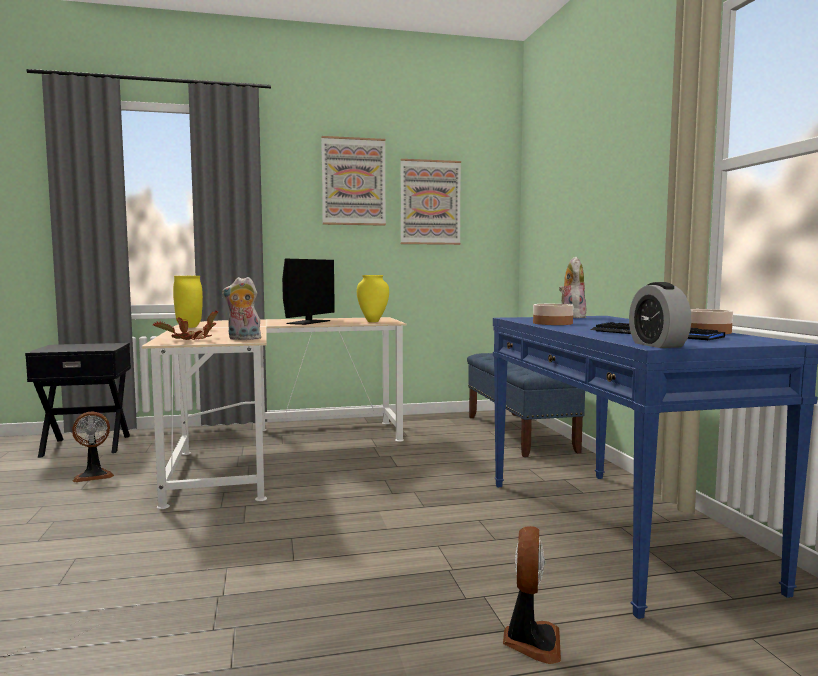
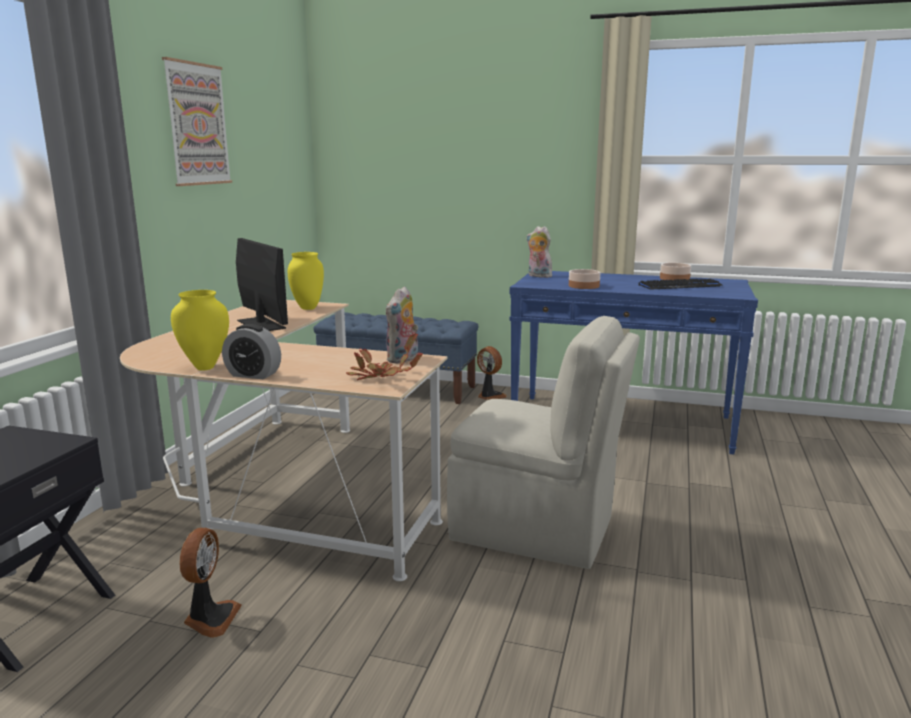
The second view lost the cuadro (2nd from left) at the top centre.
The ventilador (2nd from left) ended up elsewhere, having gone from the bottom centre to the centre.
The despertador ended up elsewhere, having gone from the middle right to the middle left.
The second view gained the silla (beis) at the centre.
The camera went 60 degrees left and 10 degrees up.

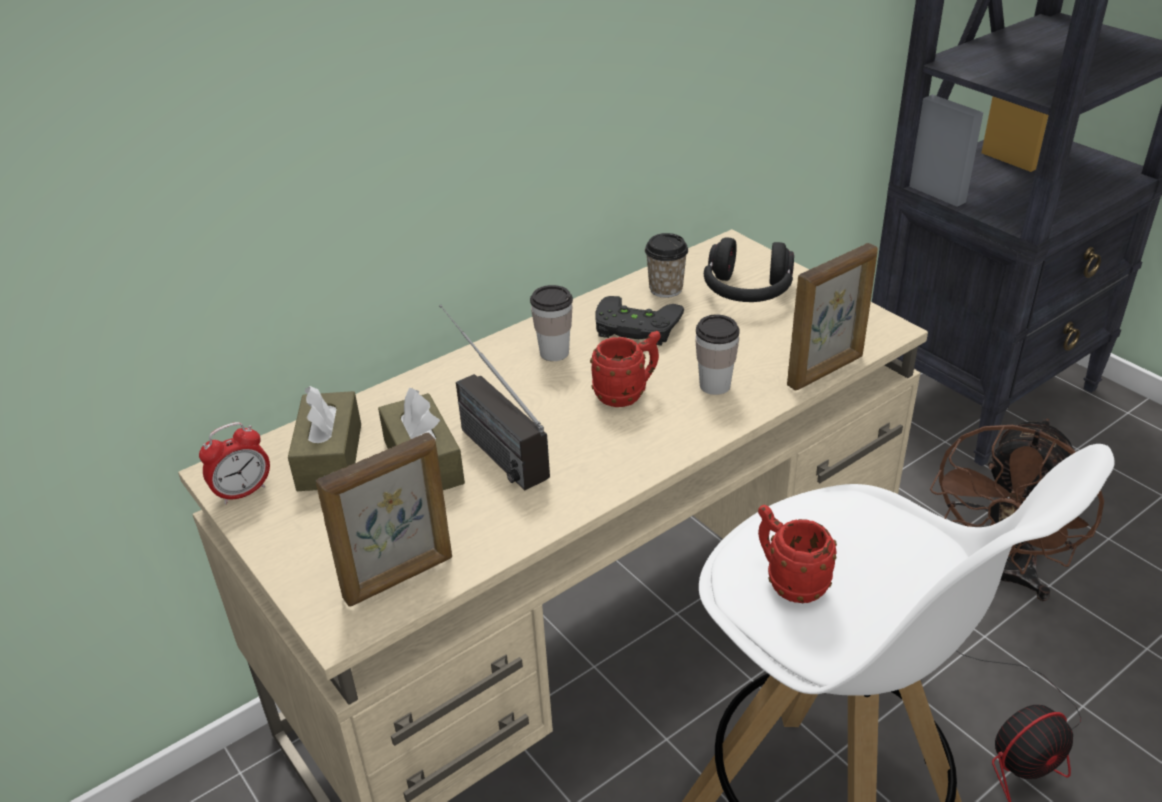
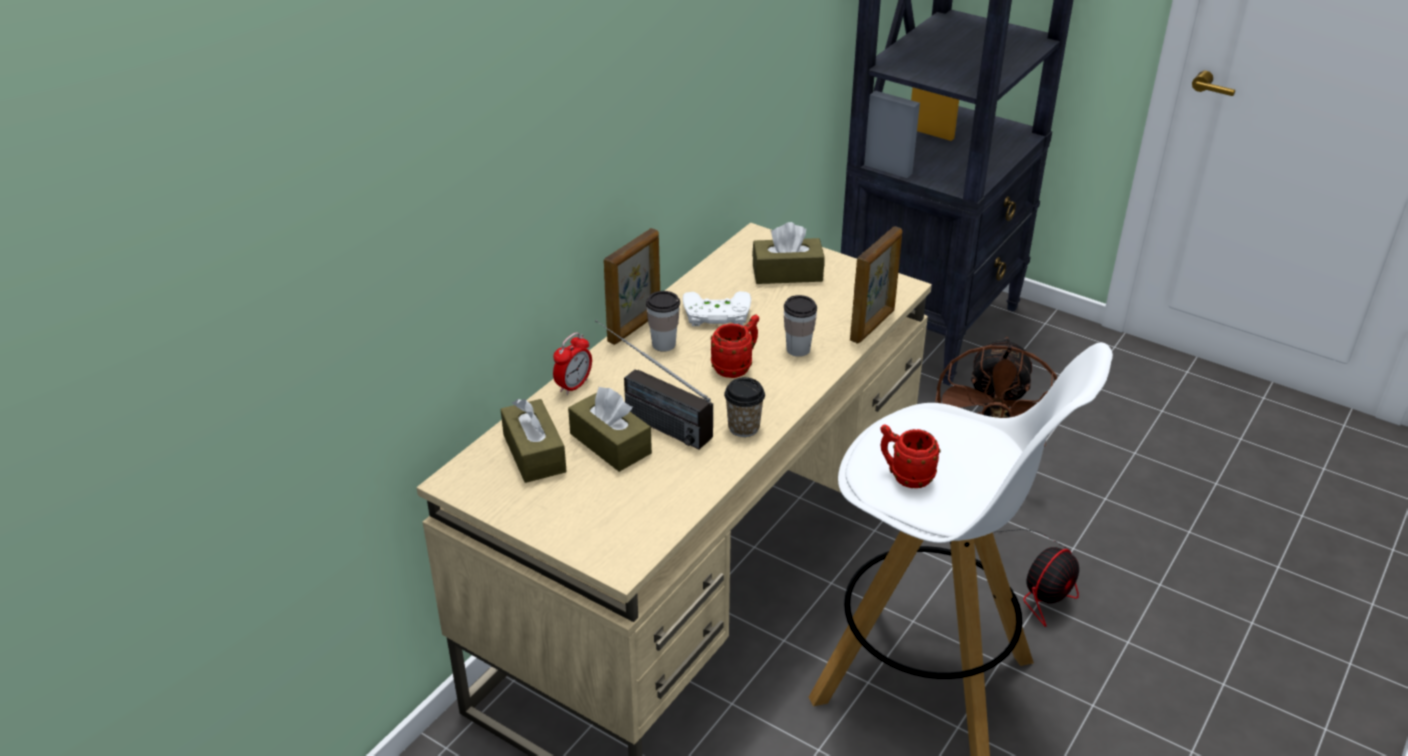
The despertador ended up elsewhere, having gone from the middle left to the centre.
The portarretratos (1st from left) ended up elsewhere, having gone from the middle left to the centre.
What was the mando de consola (negro) at the centre turned into the mando de consola (blanco) at the centre.
The taza (2nd from left) ended up elsewhere, having gone from the top centre to the centre.
Where the auriculares (negro) stood at the centre, the caja de pañuelos (marrón) (3rd from left) came to stand at the centre.
The camera went 20 degrees left and 0 degrees up.

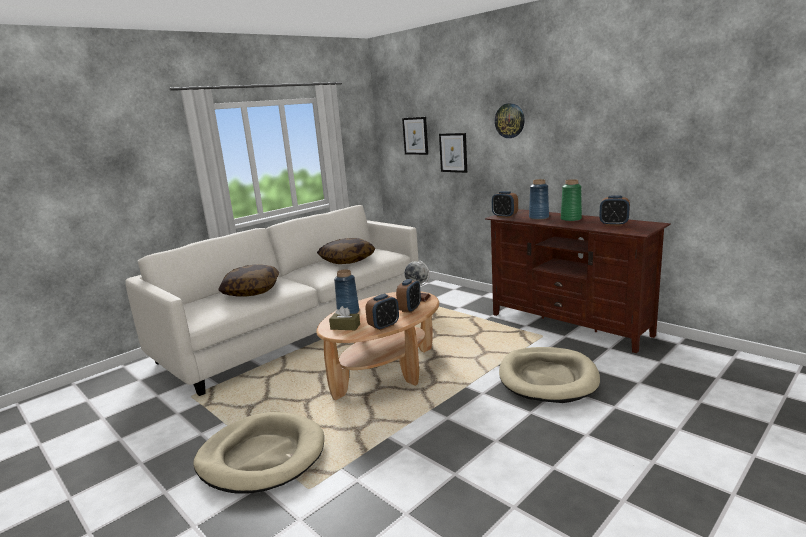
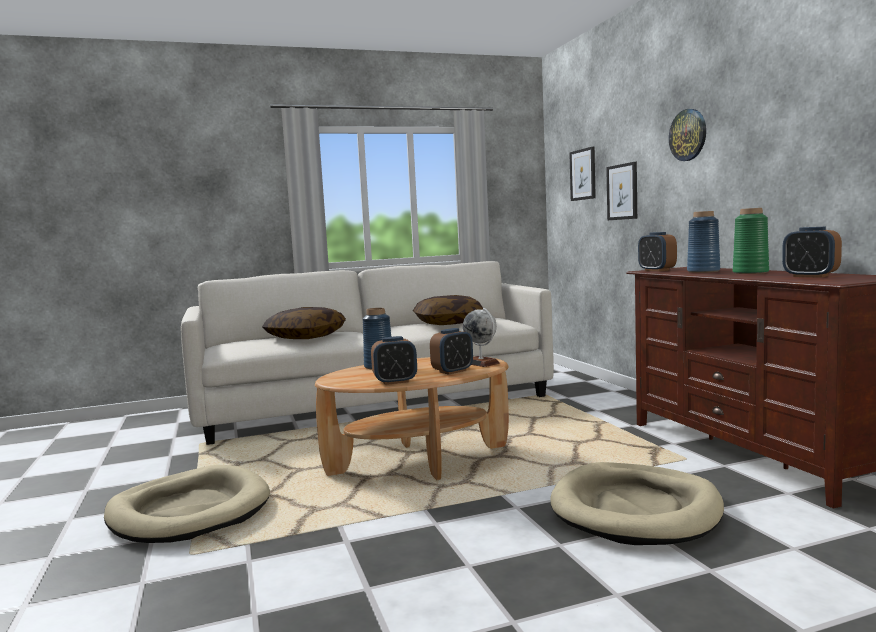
The second view lost the caja de pañuelos (marrón) at the centre.
The camera went 25 degrees right and 10 degrees down.

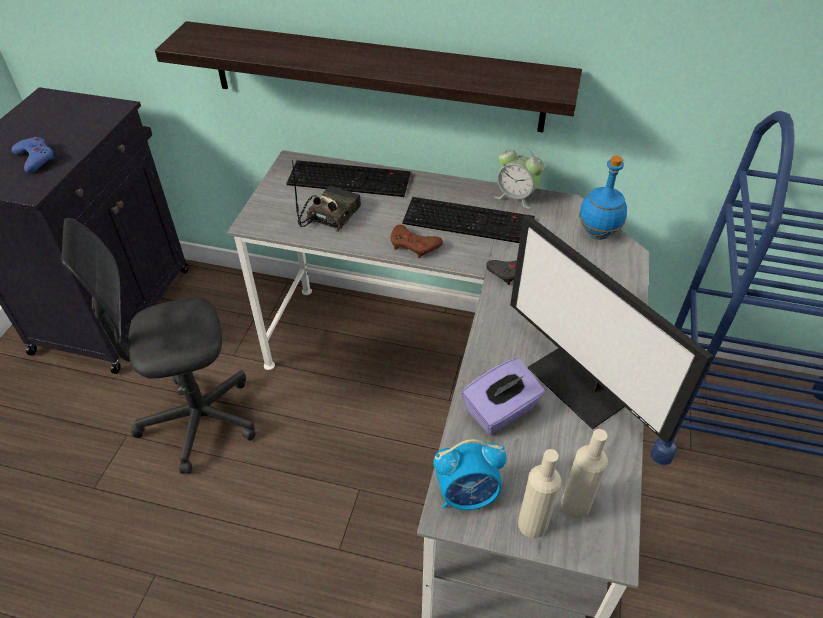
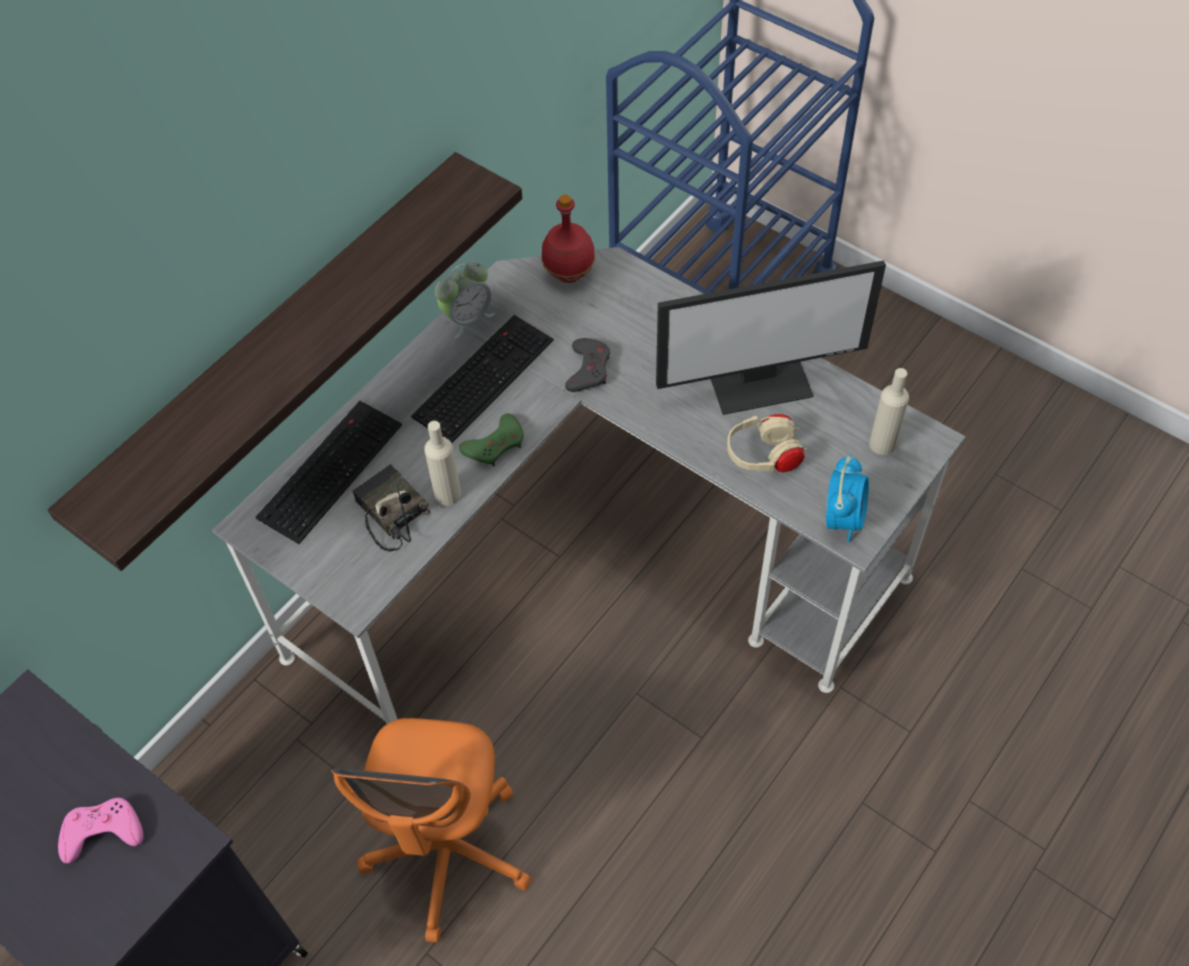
What was the mando de consola (azul) at the top left turned into the mando de consola (rosa) at the bottom left.
What was the silla de oficina (gris) at the middle left turned into the silla de oficina (naranja) at the bottom centre.
What was the mando de consola (marrón) at the centre turned into the mando de consola (verde) at the centre.
Where the caja de pañuelos (morado) stood at the centre, the auriculares (beis) came to stand at the centre.
The botella (beis) (1st from left) ended up elsewhere, having gone from the bottom centre to the centre.
What was the botella (azul) at the top right turned into the botella (rojo) at the top centre.
The camera went 65 degrees left and 10 degrees up.

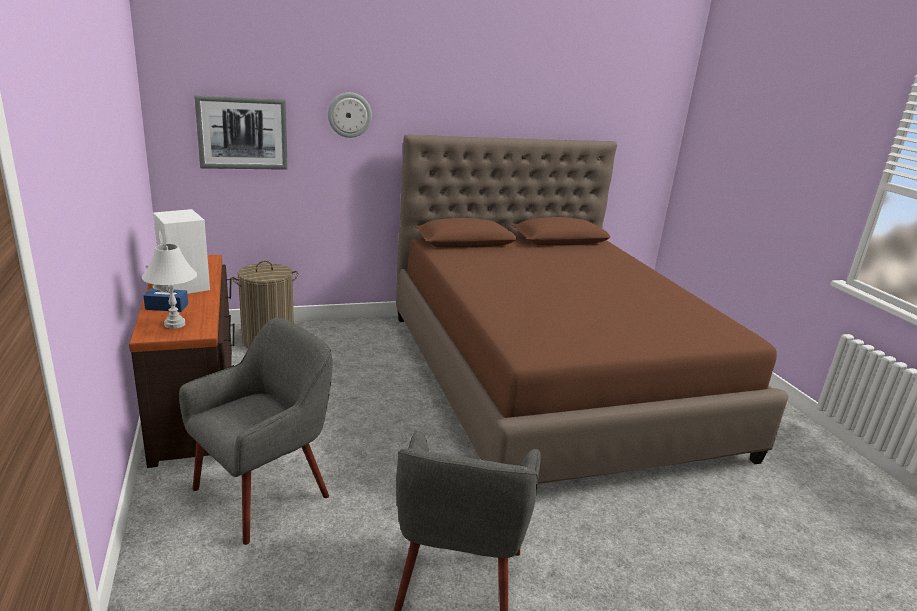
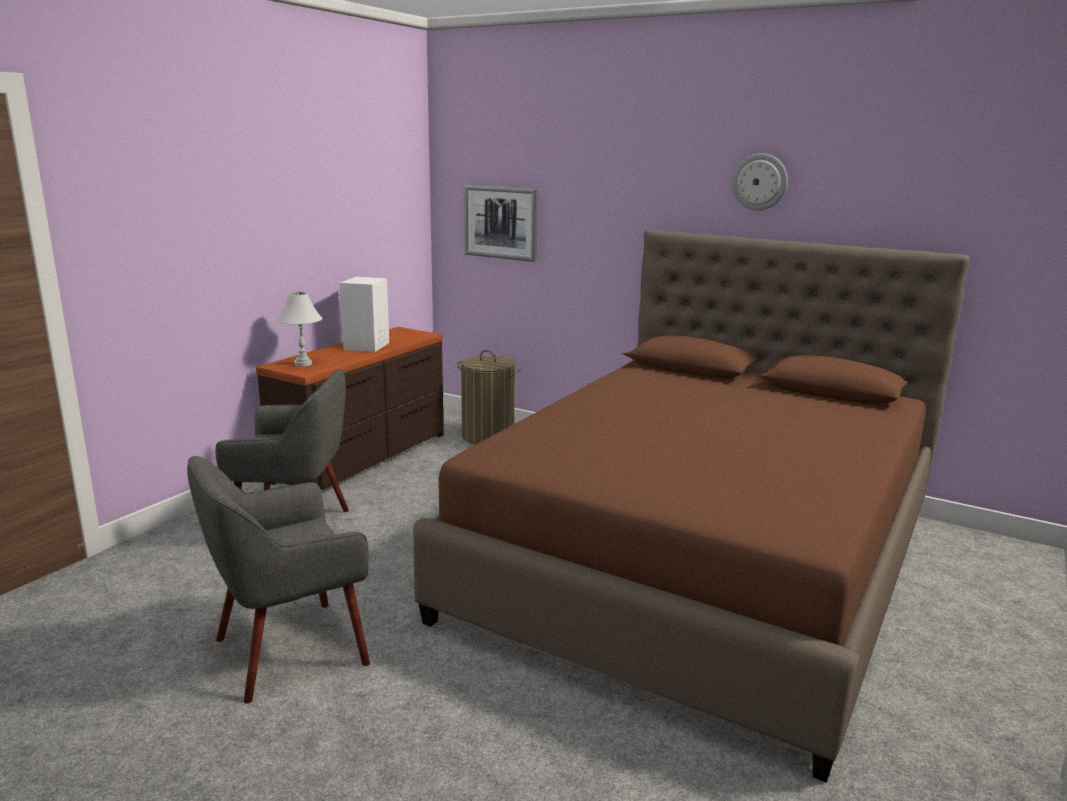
The second view lost the caja de pañuelos (azul) at the middle left.
The reloj de pared ended up elsewhere, having gone from the top centre to the top right.
The camera went 50 degrees right and 5 degrees down.

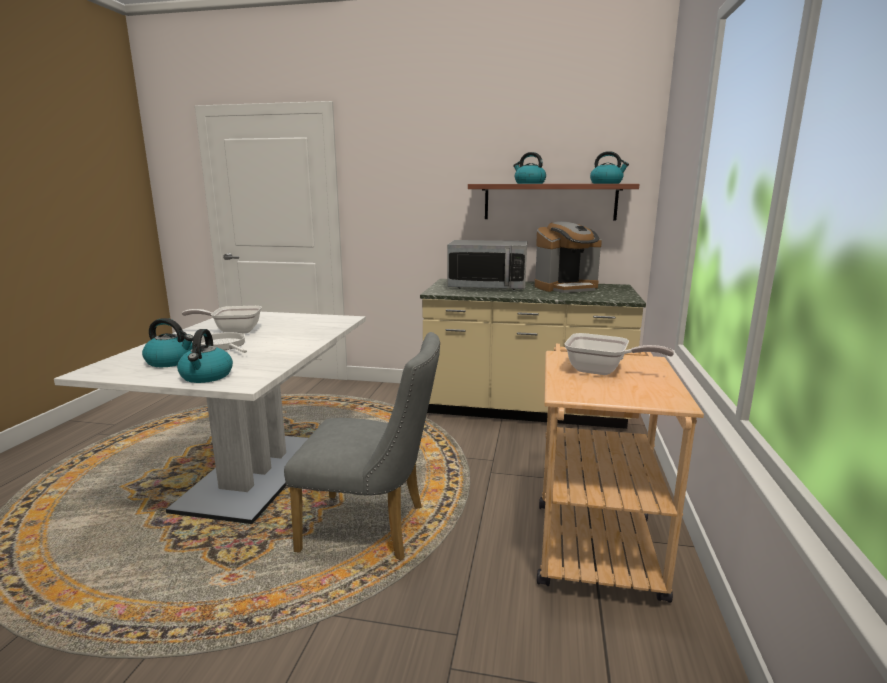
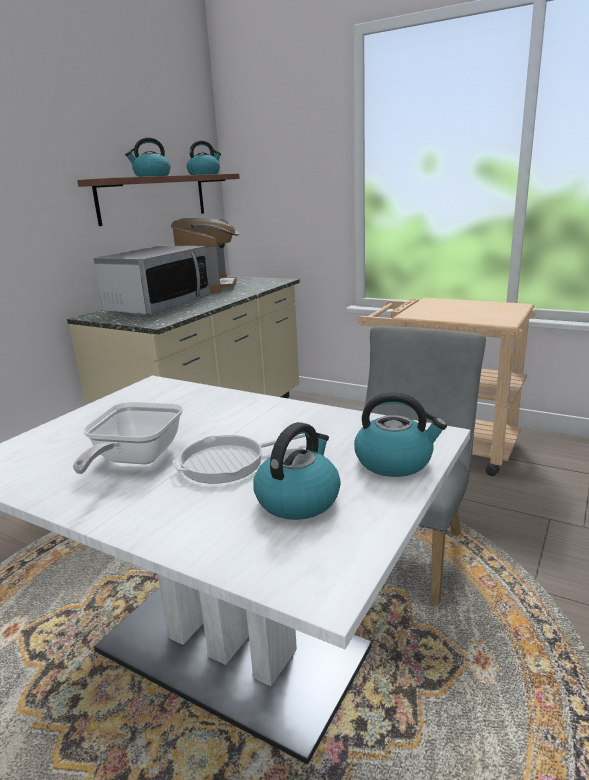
The second view lost the sartén (3rd from left) at the middle right.
The camera went 70 degrees left and 5 degrees up.

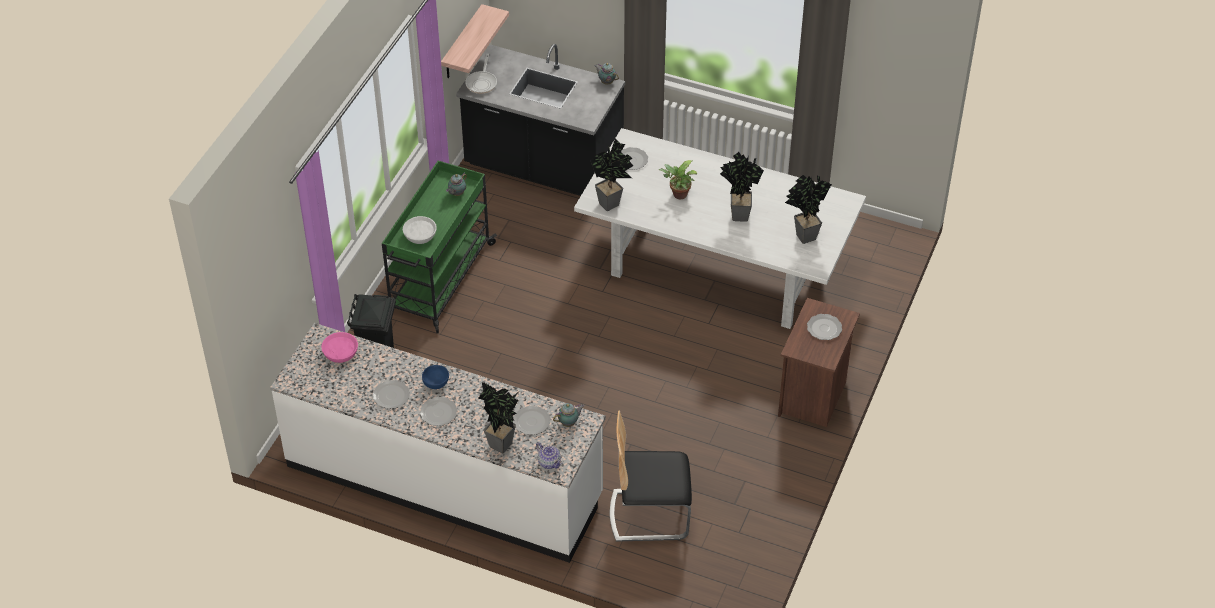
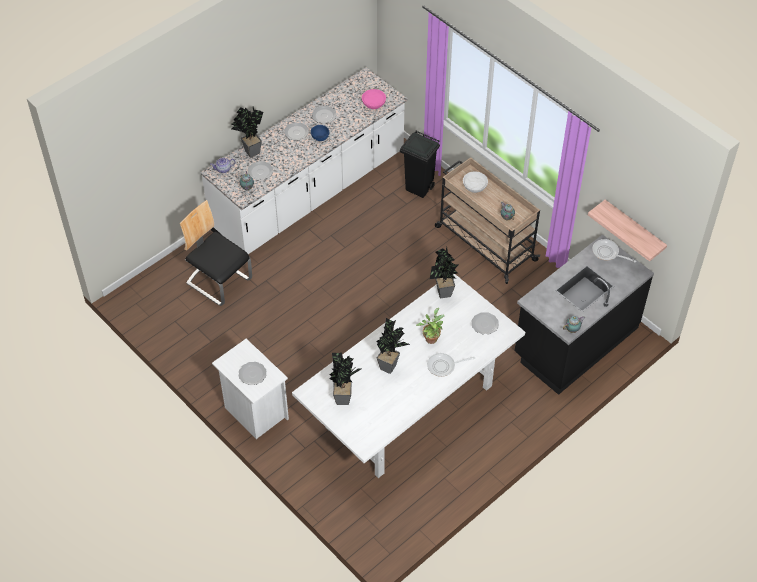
What was the carrito (verde) at the centre turned into the carrito (beis) at the centre.
The silla at the bottom centre ended up facing another way, 75 degrees counterclockwise from before.
What was the mesita de noche (marrón) at the middle right turned into the mesita de noche (blanco) at the bottom left.
The second view gained the sartén (1st from left) at the centre.
The camera went 115 degrees right and 5 degrees up.

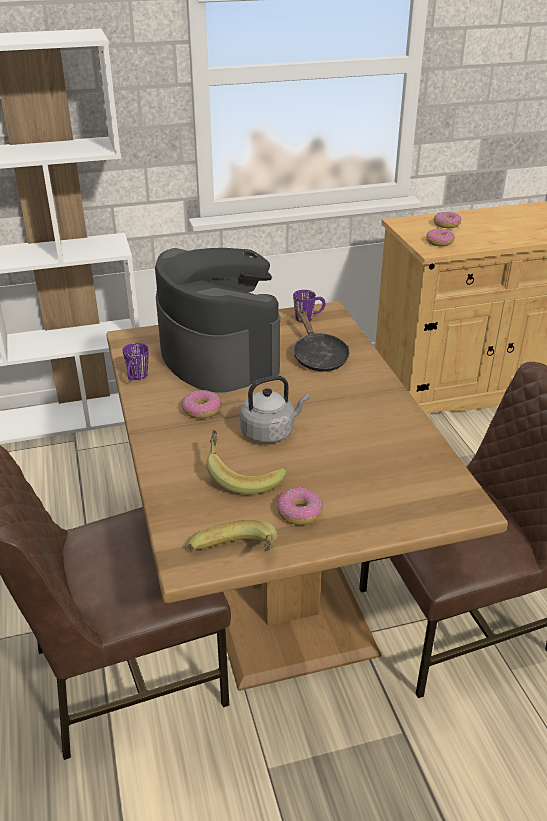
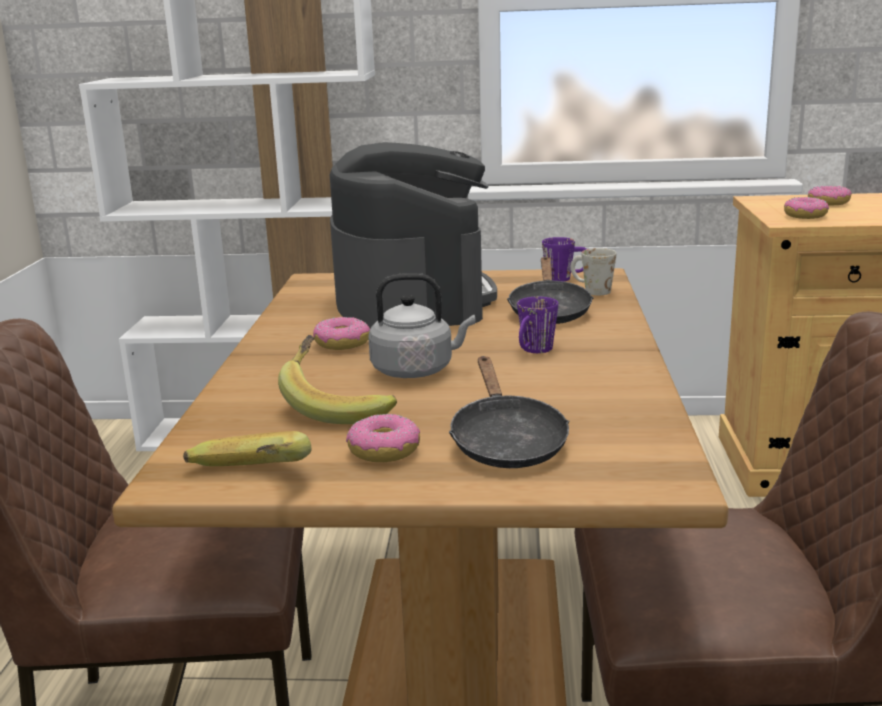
The taza grande (morado) (1st from left) ended up elsewhere, having gone from the middle left to the centre.
The second view gained the sartén (negro) (1st from left) at the centre.
The second view gained the taza grande (blanco) at the middle right.
The camera went 20 degrees right and 15 degrees down.

